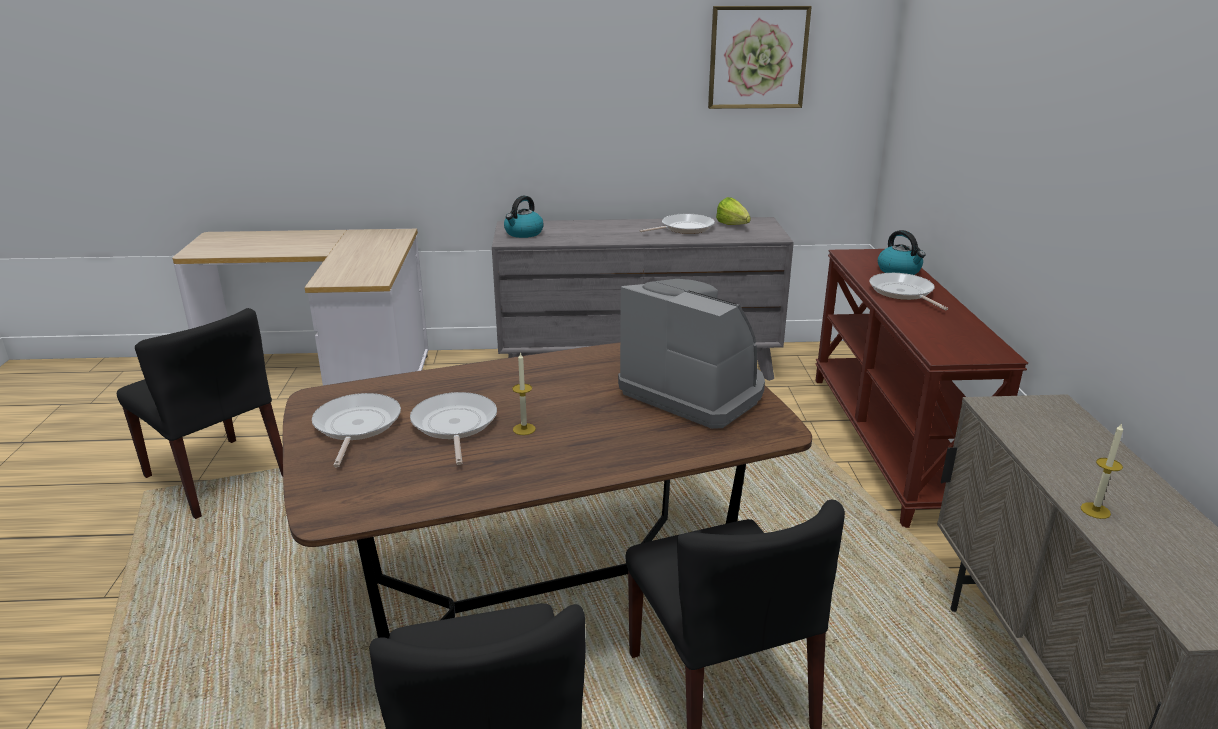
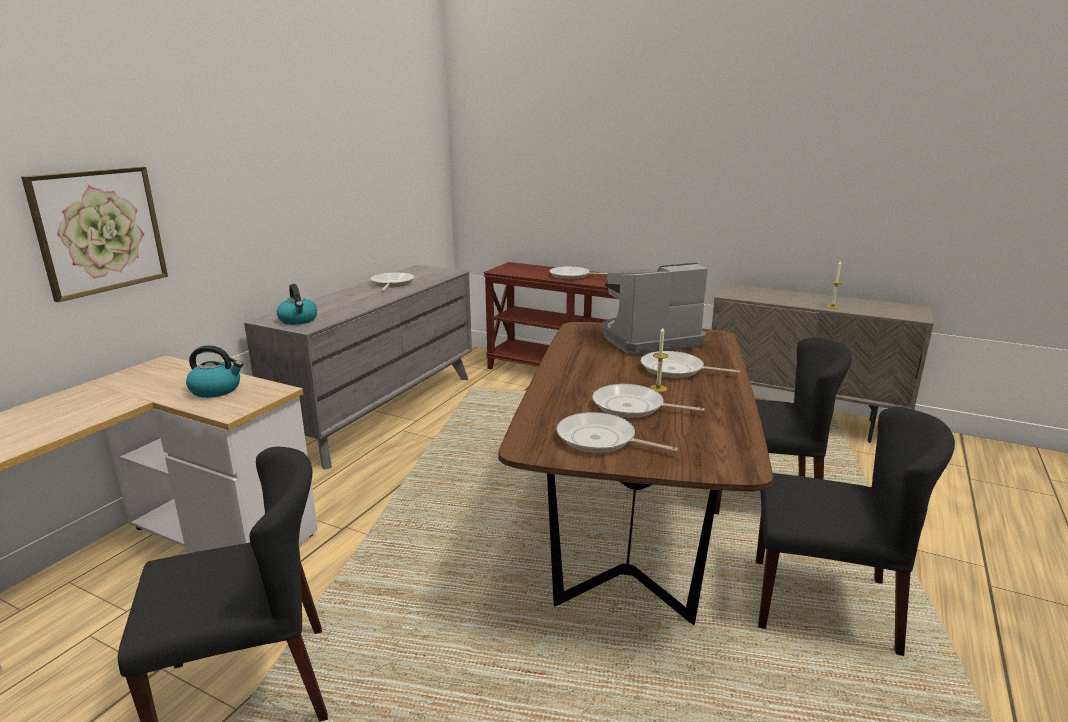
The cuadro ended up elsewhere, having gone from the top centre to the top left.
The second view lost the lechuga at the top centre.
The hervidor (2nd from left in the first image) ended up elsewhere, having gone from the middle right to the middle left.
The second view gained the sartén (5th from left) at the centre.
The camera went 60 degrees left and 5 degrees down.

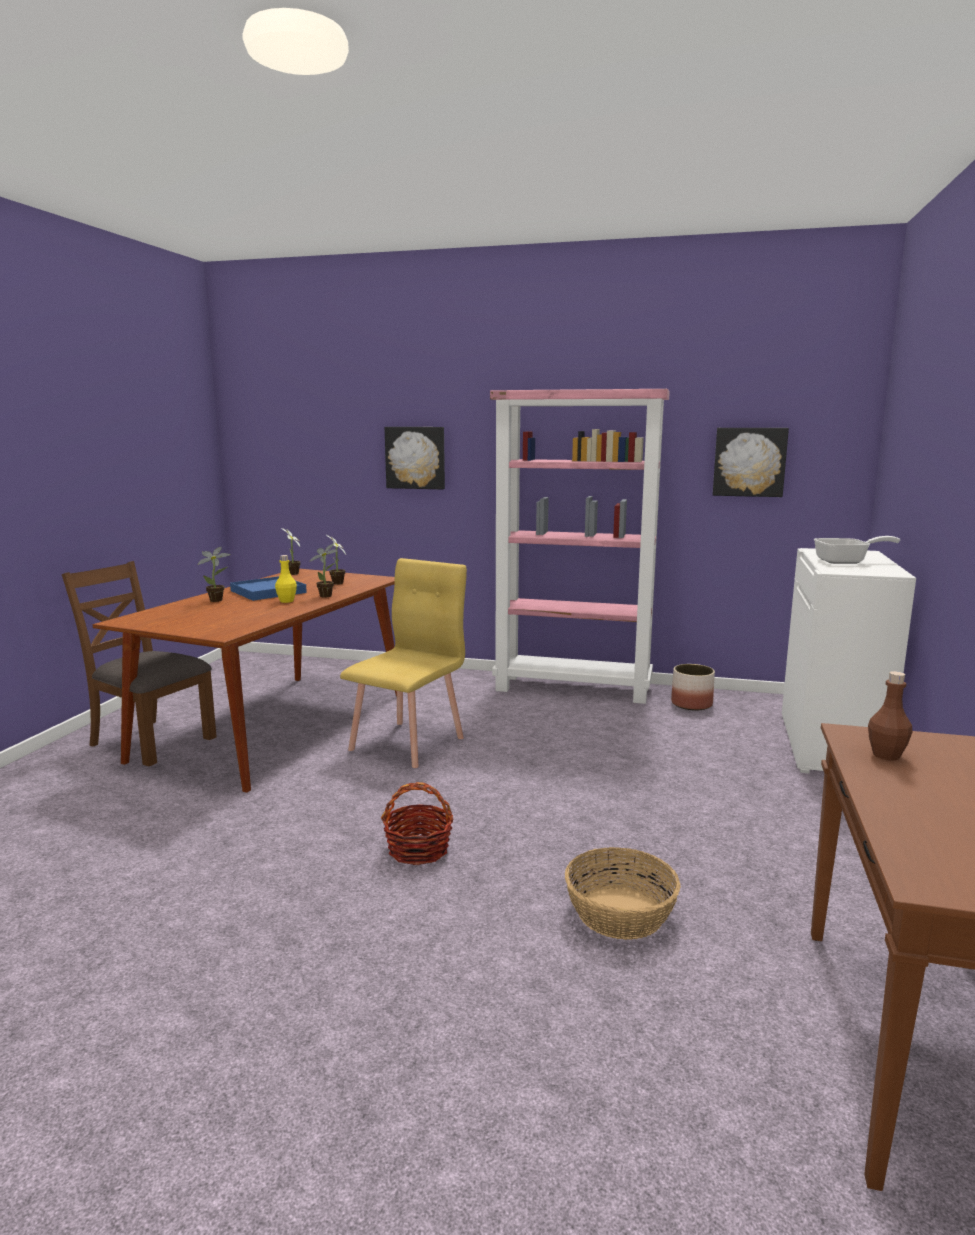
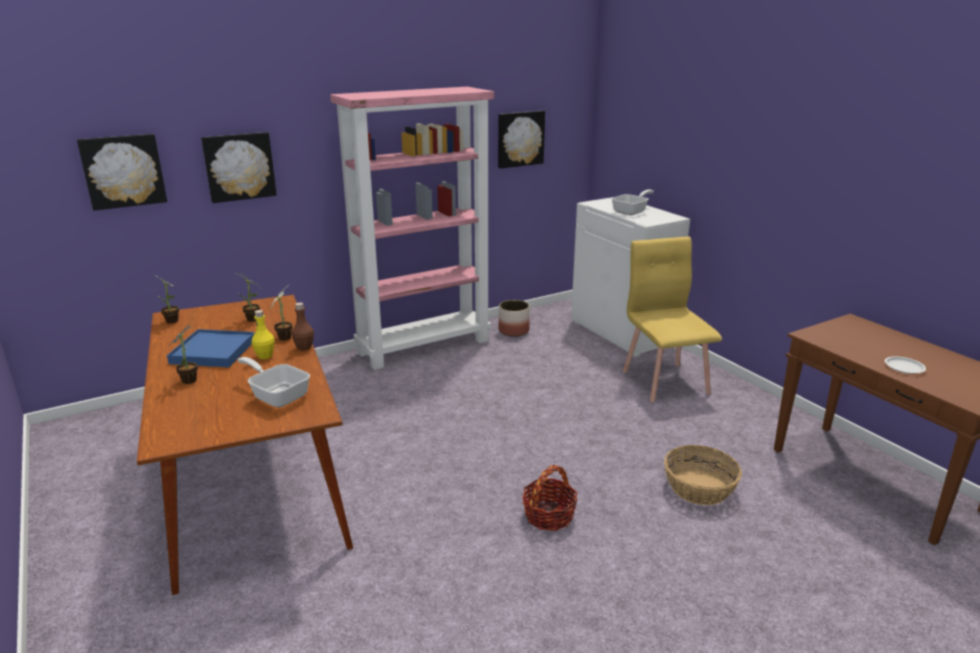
The second view lost the silla (marrón) at the middle left.
The silla (amarillo) ended up elsewhere, having gone from the centre to the middle right.
The botella (marrón) ended up elsewhere, having gone from the middle right to the middle left.
The second view gained the cuadro (1st from left) at the top left.
The second view gained the sartén (1st from left) at the middle left.
The second view gained the plato (blanco) at the middle right.
The camera went 45 degrees left and 10 degrees up.

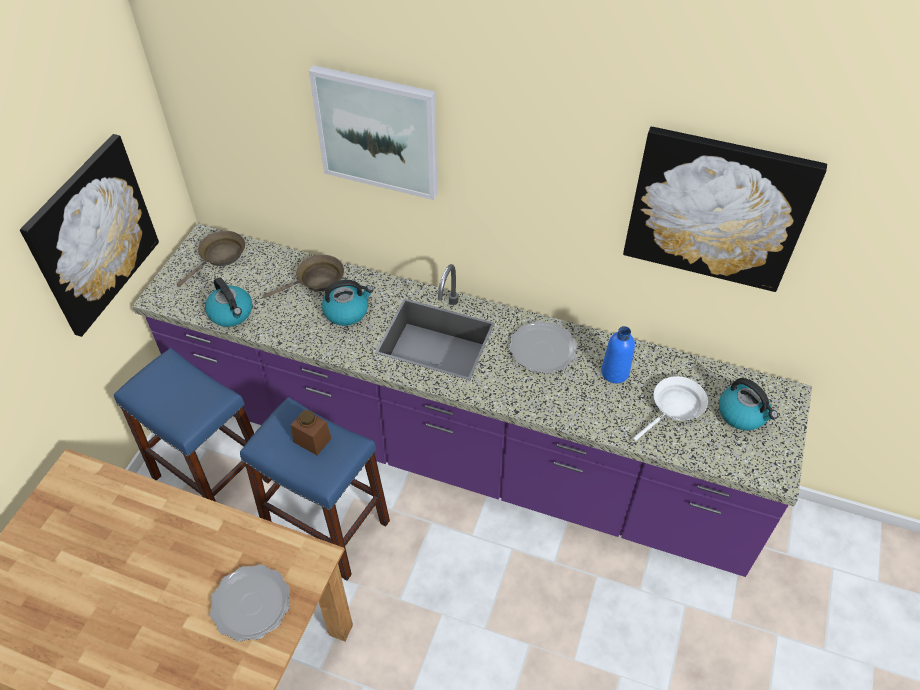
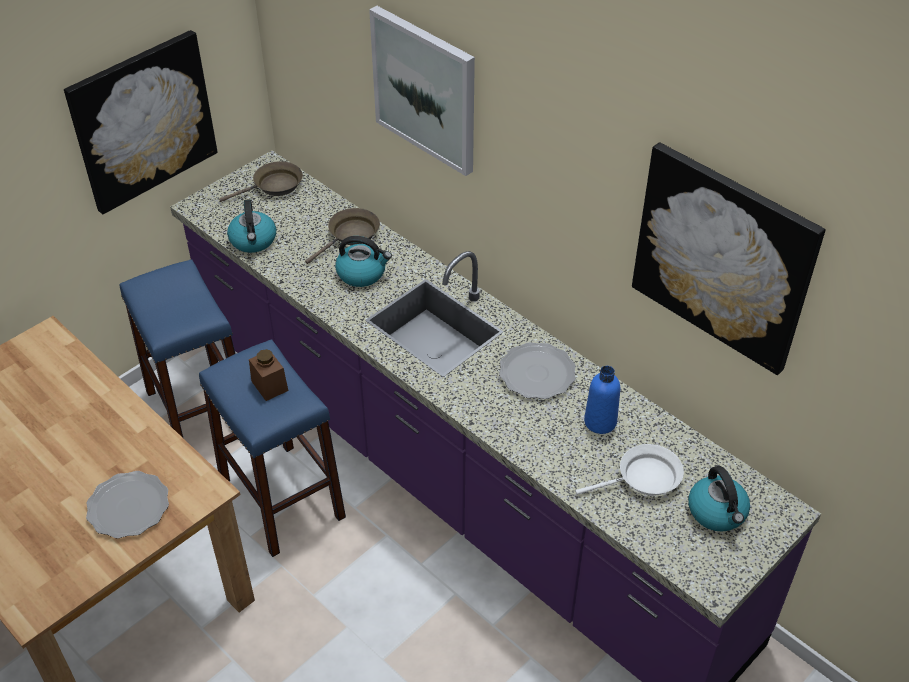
The sartén (marrón) (2nd from left) at the middle left ended up facing another way, 45 degrees counterclockwise from before.
The camera went 25 degrees right and 5 degrees down.

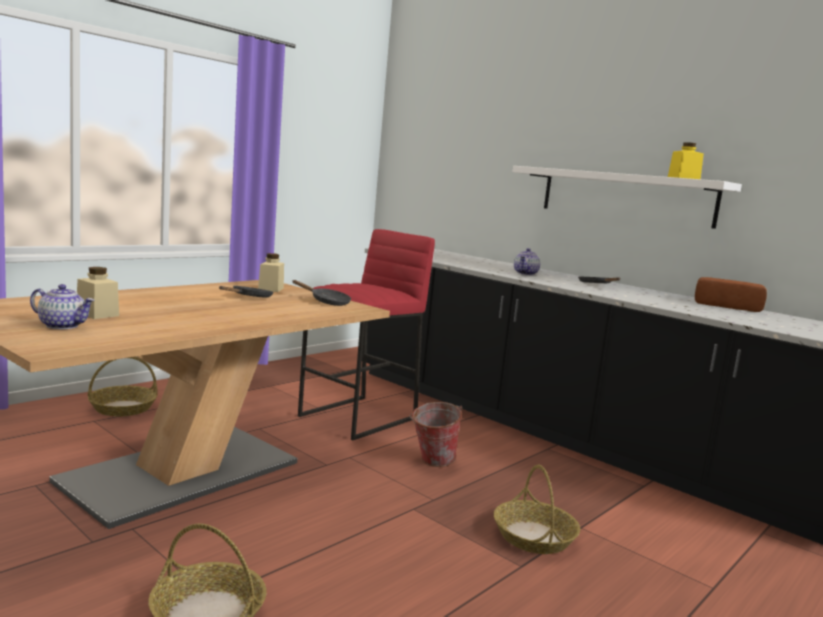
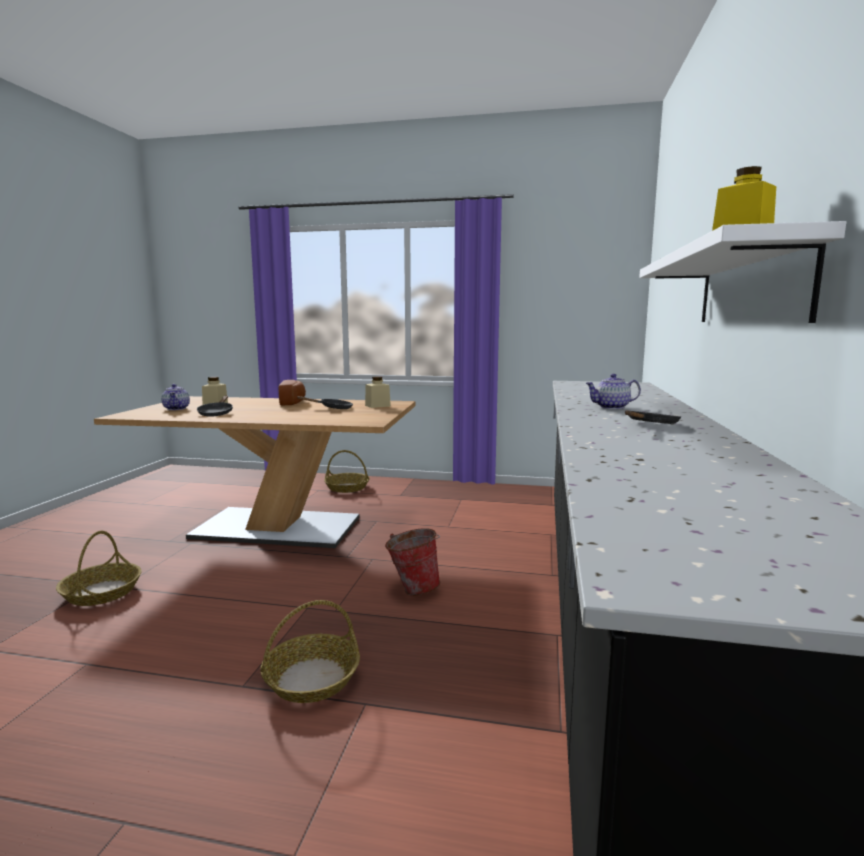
The sartén (negro) (2nd from left in the first image) ended up elsewhere, having gone from the centre to the middle left.
The second view lost the taburete (rojo) at the centre.
The pan ended up elsewhere, having gone from the middle right to the centre.
The camera went 60 degrees right and 0 degrees up.

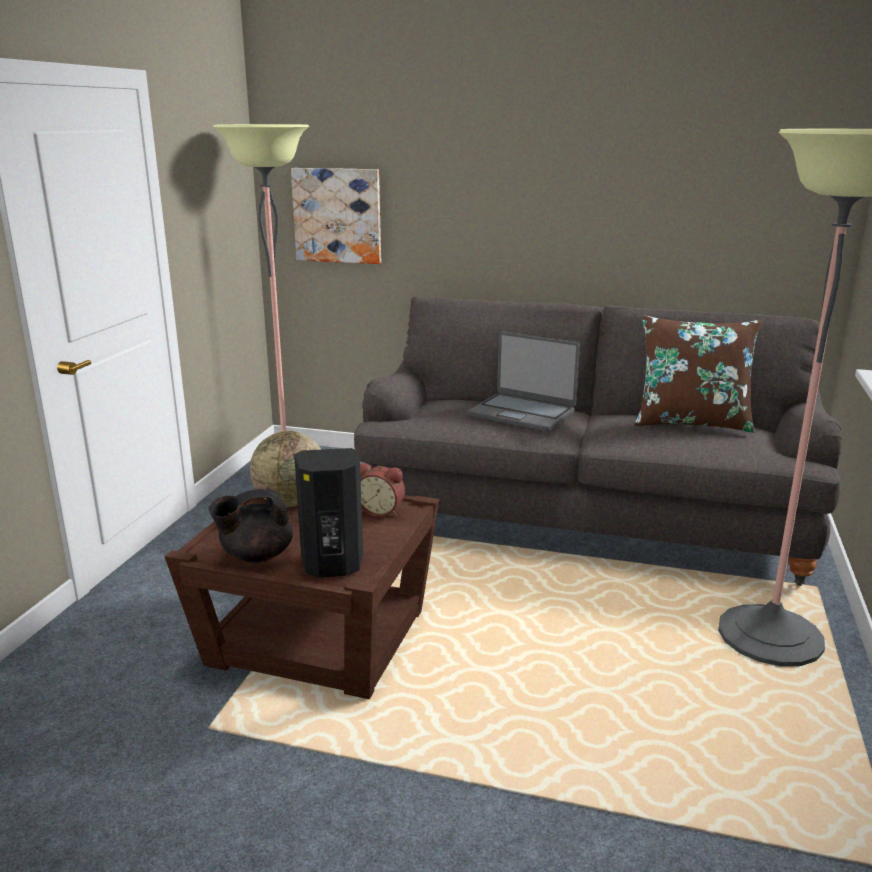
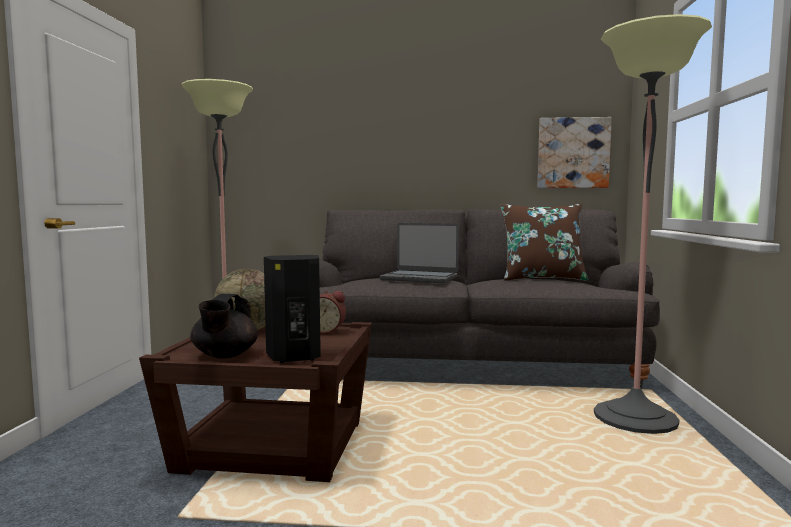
The tetera (negro) at the middle left ended up facing another way, 45 degrees counterclockwise from before.
The cuadro ended up elsewhere, having gone from the top centre to the top right.
The camera went 10 degrees left and 15 degrees down.

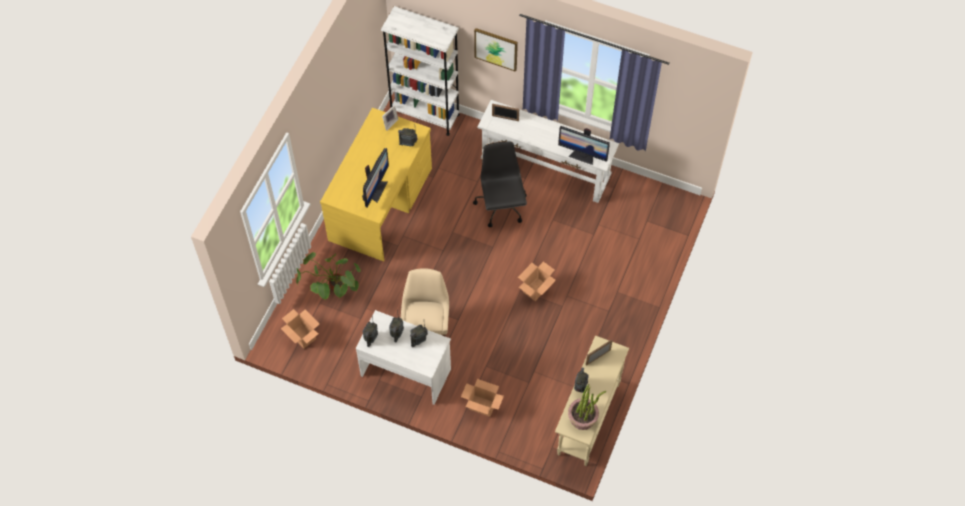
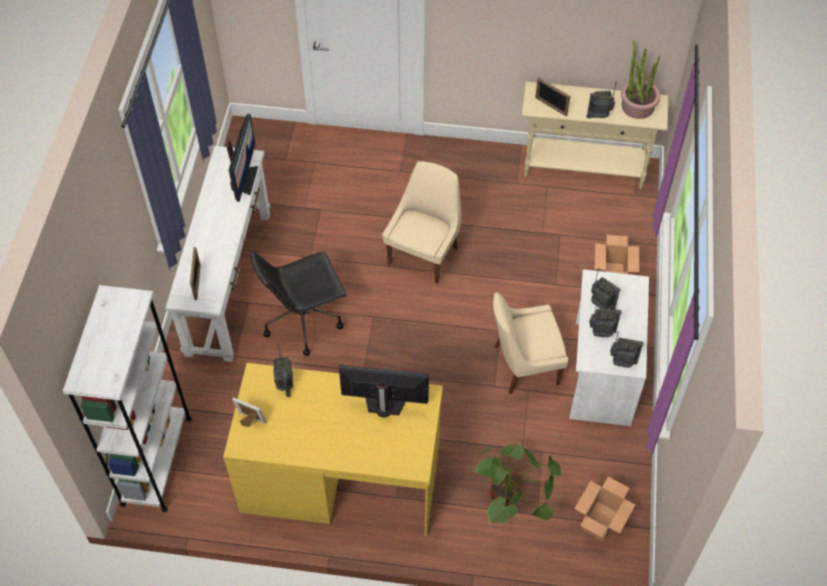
The second view lost the cuadro at the top centre.
Where the caja de cartón (3rd from left) stood at the centre, the silla (beis) (1st from left) came to stand at the centre.
The camera went 105 degrees left and 5 degrees down.

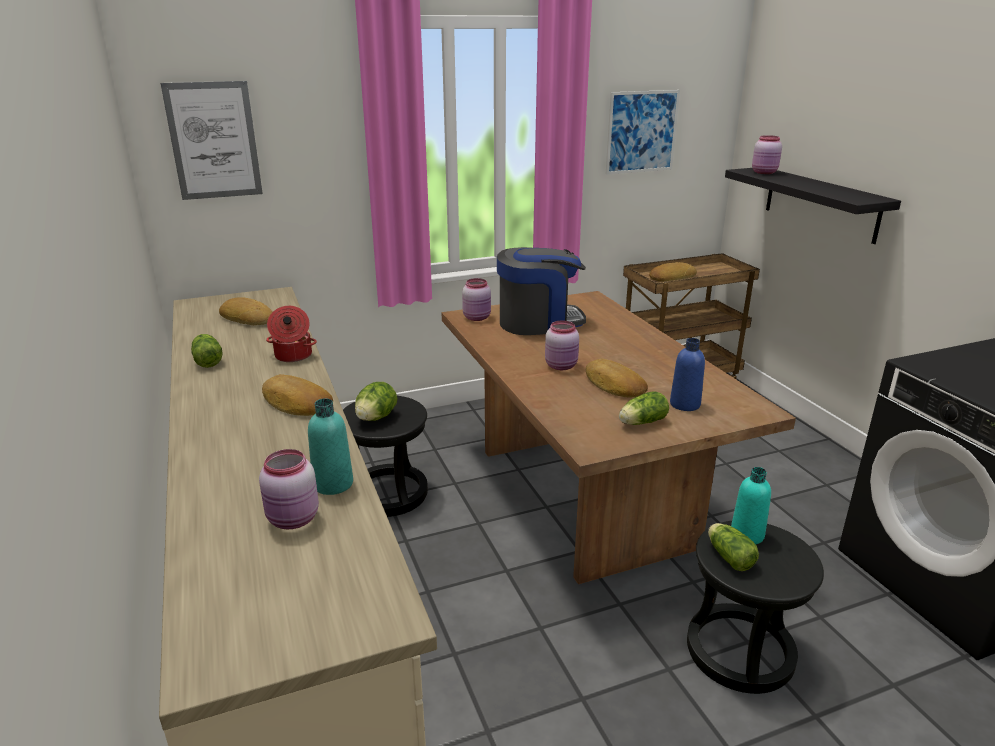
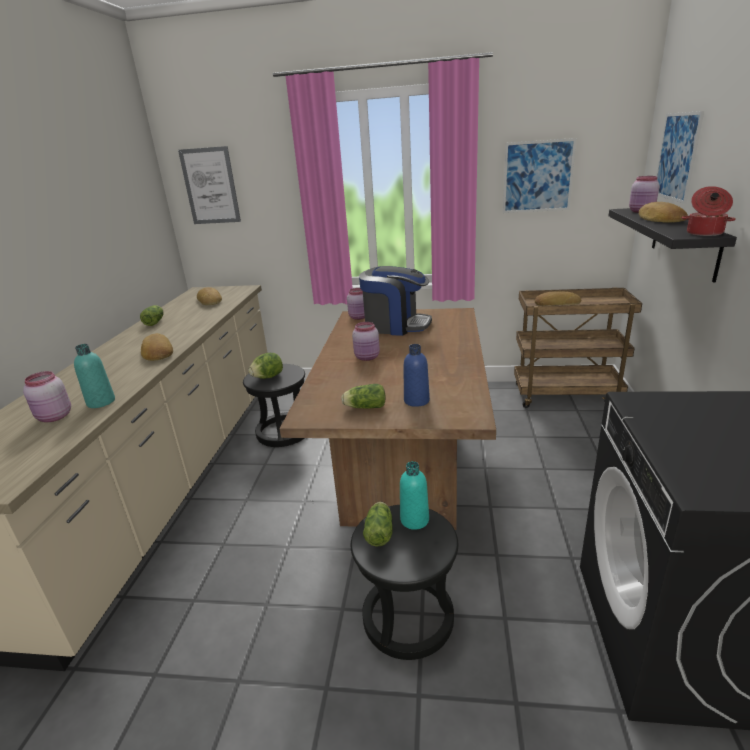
The olla ended up elsewhere, having gone from the middle left to the top right.
The pan (3rd from left in the first image) ended up elsewhere, having gone from the centre to the top right.
The second view gained the cuadro (3rd from left) at the top right.
The camera went 30 degrees right and 0 degrees up.

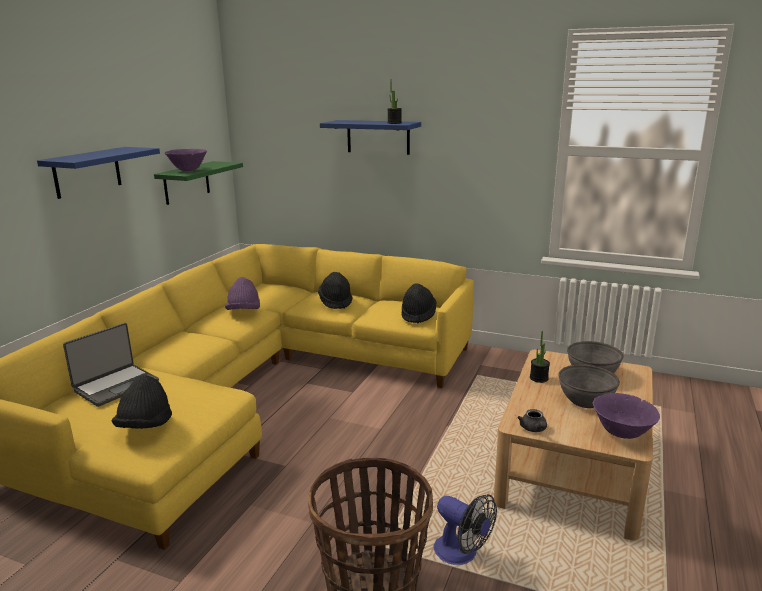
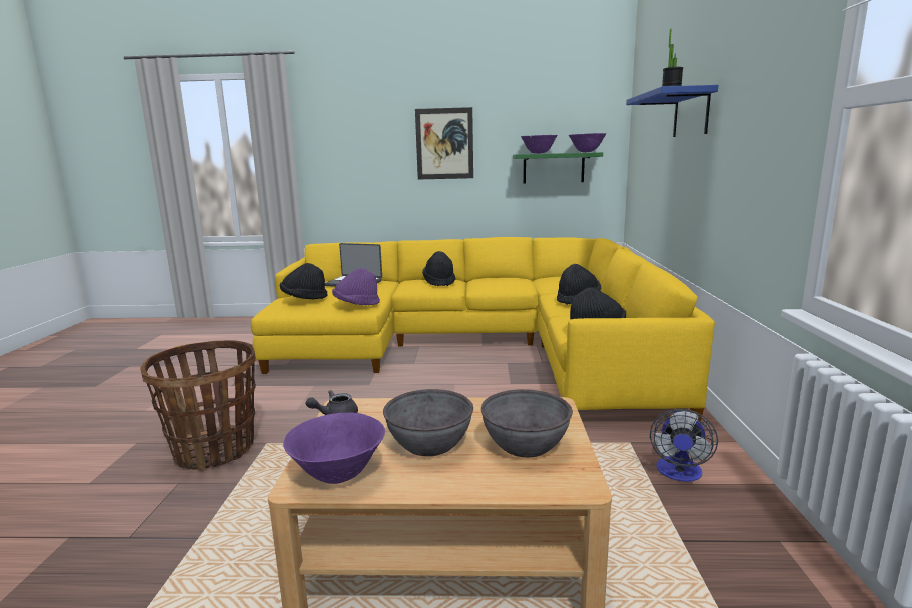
Where the estante (azul) (1st from left) hung at the top left, the cuadro came to hang at the top centre.
The sombrero (morado) ended up elsewhere, having gone from the middle left to the centre.
The ventilador ended up elsewhere, having gone from the bottom centre to the bottom right.
The second view lost the planta en maceta (2nd from left) at the middle right.
The second view gained the sombrero (negro) (2nd from left) at the centre.
The second view gained the cuenco (morado) (3rd from left) at the top centre.
The camera went 70 degrees right and 5 degrees down.

